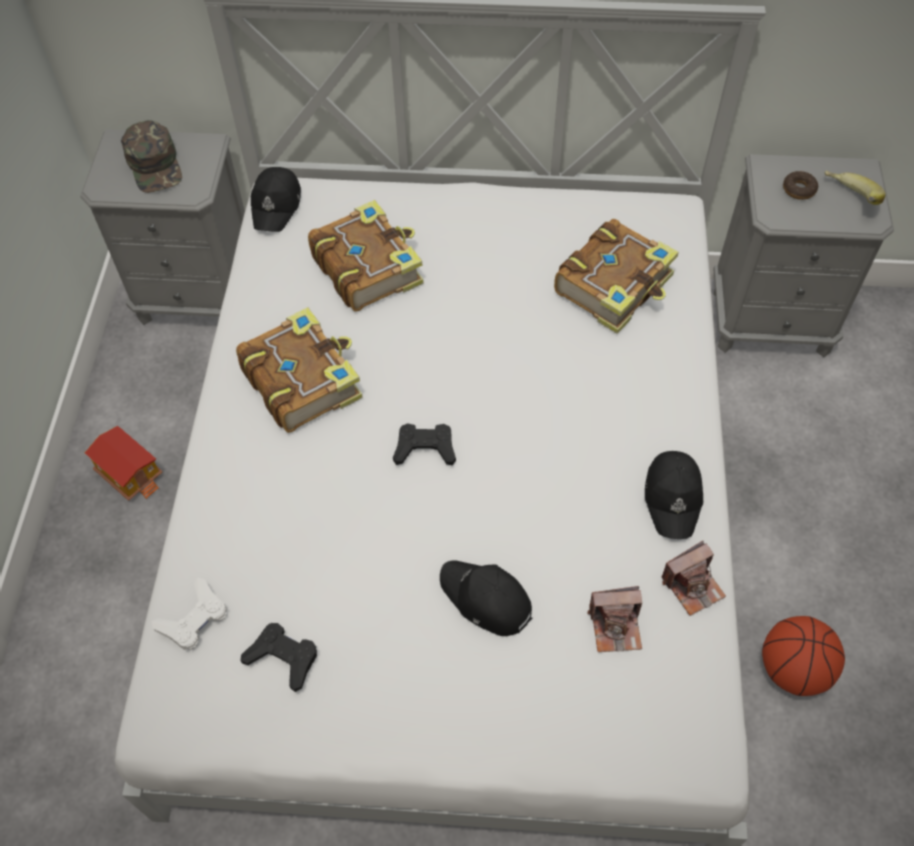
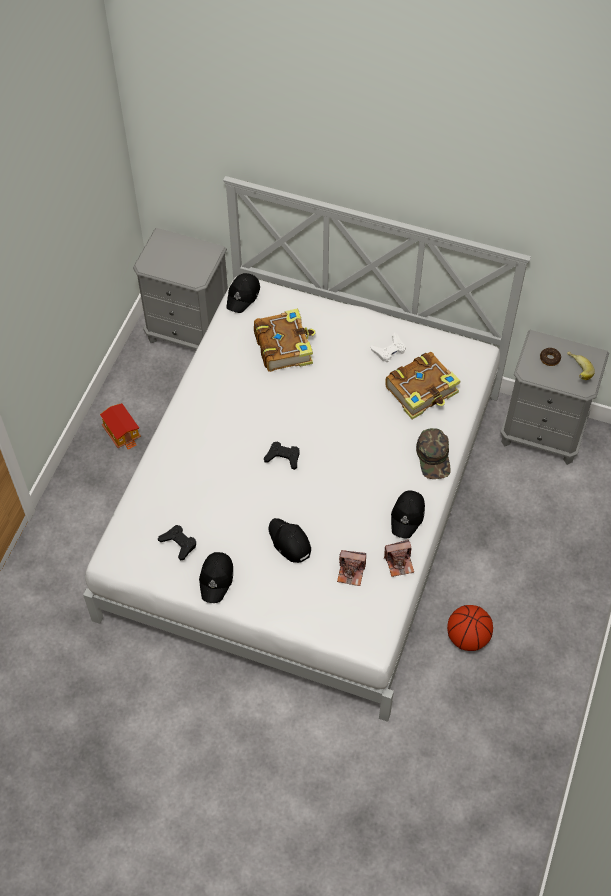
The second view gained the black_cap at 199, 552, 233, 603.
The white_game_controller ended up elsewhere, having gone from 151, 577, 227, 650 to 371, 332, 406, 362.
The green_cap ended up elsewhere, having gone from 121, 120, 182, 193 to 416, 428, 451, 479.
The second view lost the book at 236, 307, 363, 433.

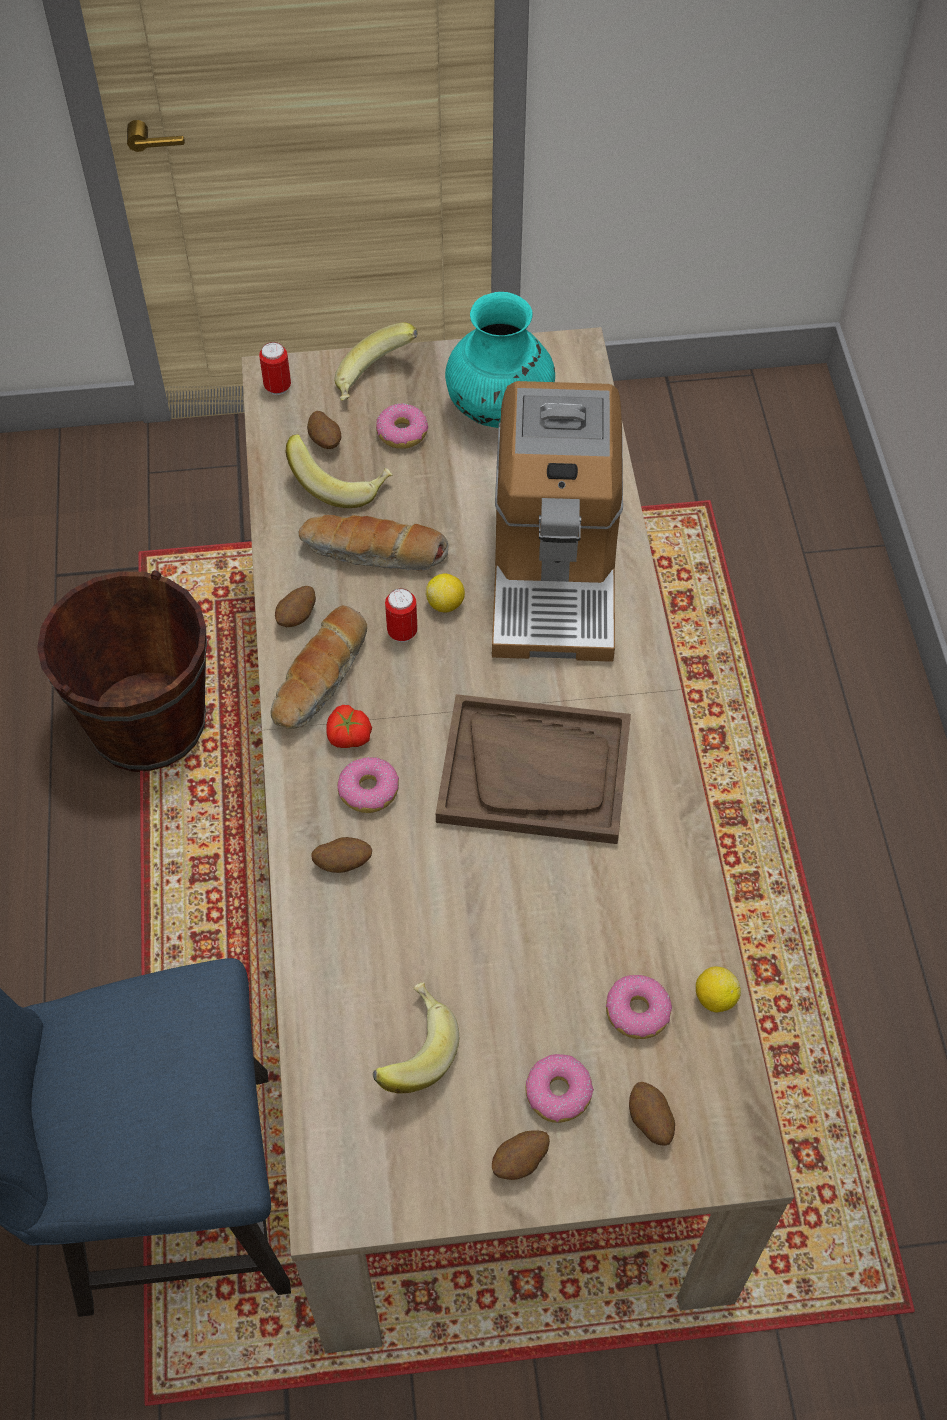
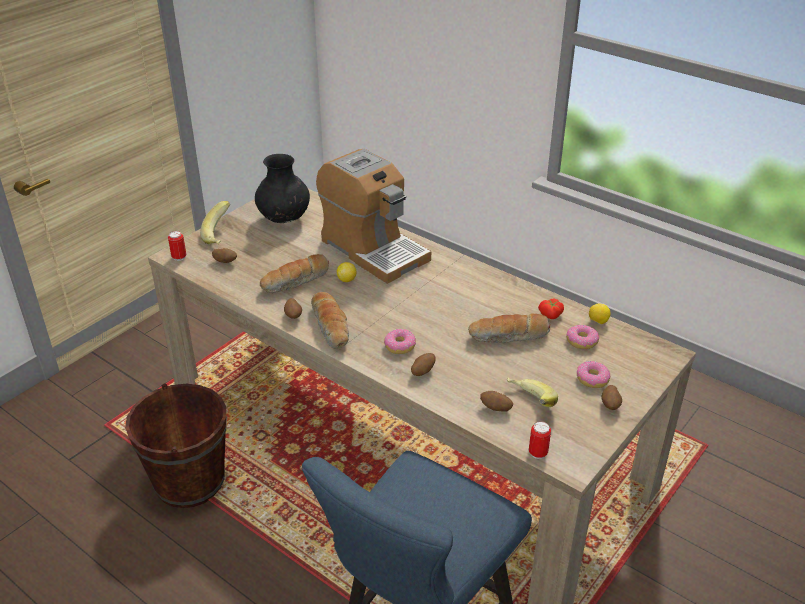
What was the turquoise_vase at 445, 292, 555, 428 turned into the black_vase at 255, 154, 310, 223.
The second view gained the bread at 468, 314, 551, 343.
The potato ended up elsewhere, having gone from 629, 1082, 675, 1146 to 480, 391, 513, 412.
The can ended up elsewhere, having gone from 385, 588, 418, 642 to 529, 421, 551, 459.
The tomato ended up elsewhere, having gone from 326, 705, 372, 748 to 538, 298, 564, 319.
The second view lost the banana at 286, 434, 393, 508.
The second view lost the donut at 376, 403, 428, 449.
The second view lost the brown_tray at 436, 694, 631, 844.

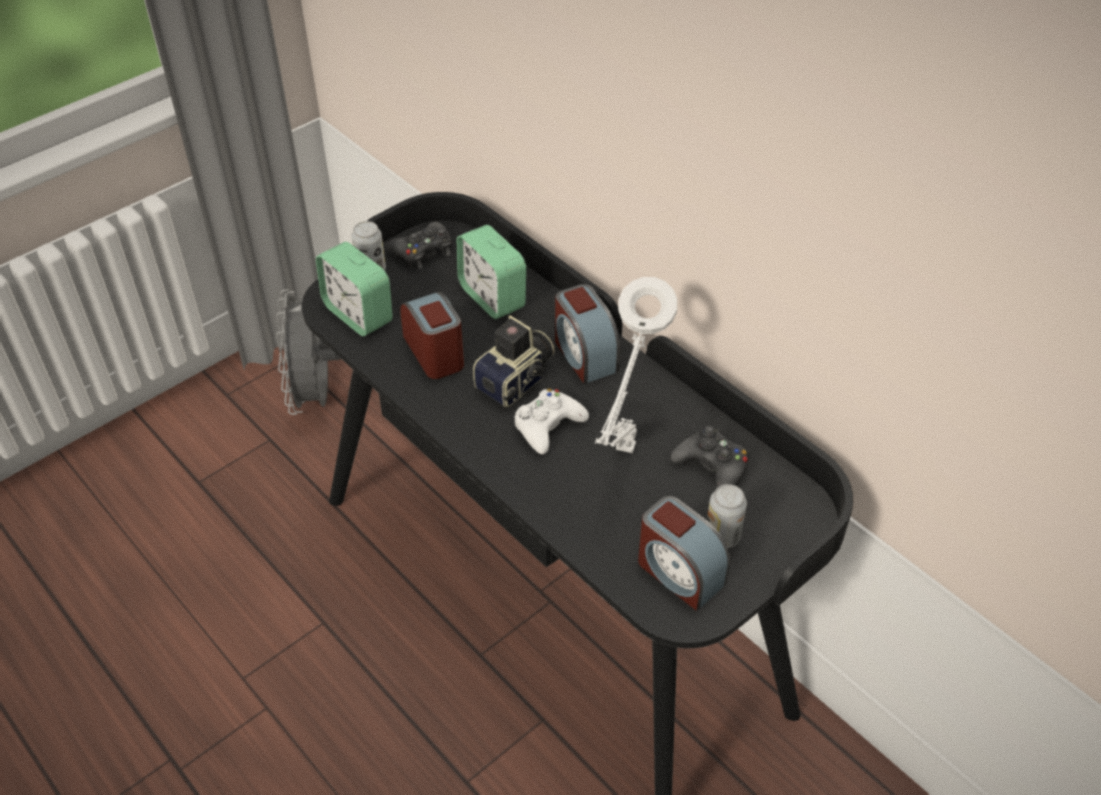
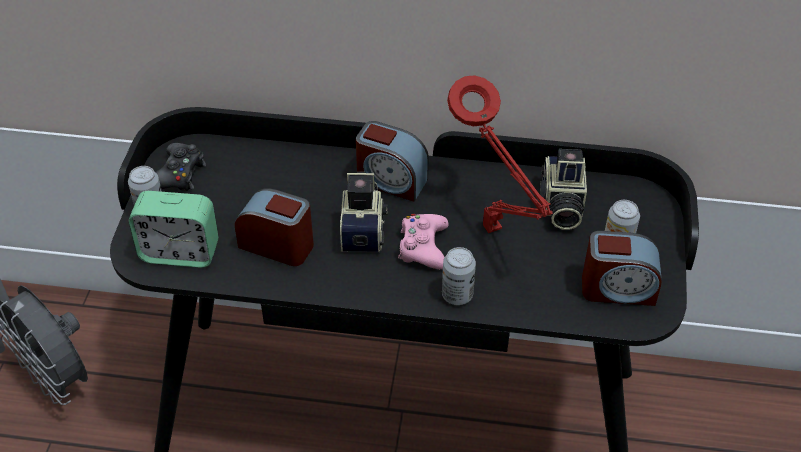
What was the white_game_controller at 515, 389, 589, 454 turned into the pink_game_controller at 398, 214, 448, 269.
The second view gained the can at 442, 247, 476, 305.
What was the white_table_lamp at 595, 277, 677, 453 turned into the red_table_lamp at 447, 75, 553, 233.
Where the black_game_controller stood at 671, 426, 749, 488, the photo_camera came to stand at 540, 149, 587, 230.
The second view lost the alarm_clock at 457, 225, 526, 319.

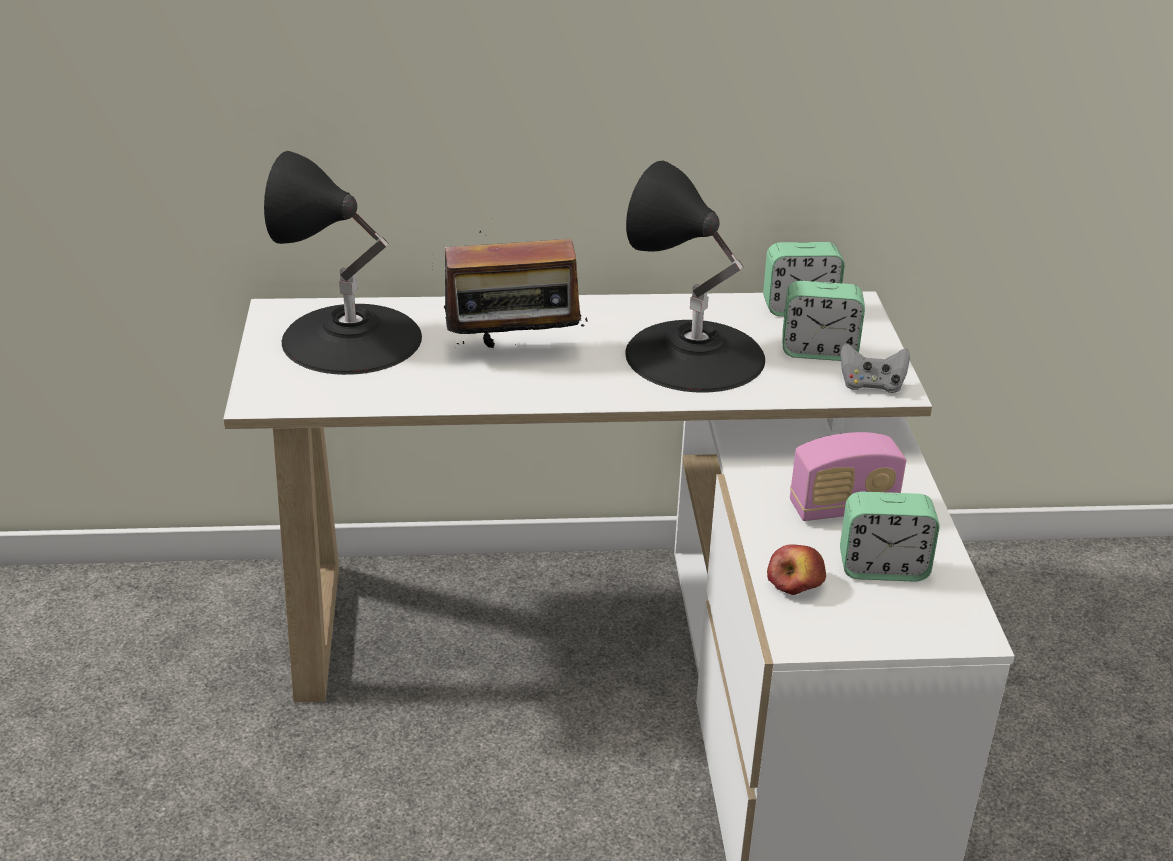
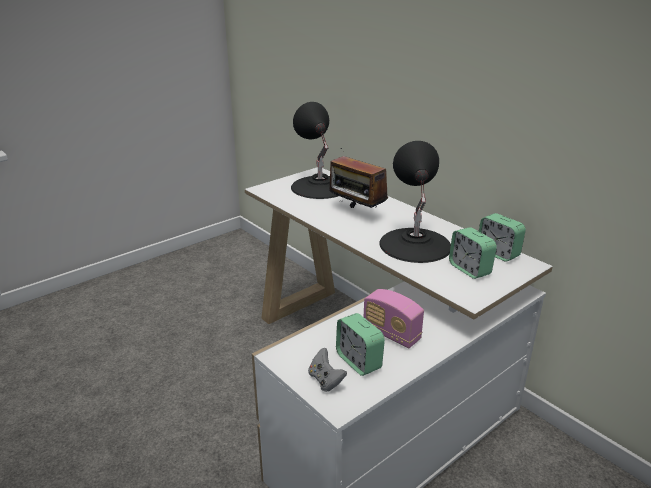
The grey_game_controller ended up elsewhere, having gone from 840, 343, 910, 393 to 308, 348, 347, 392.
The second view lost the apple at 767, 544, 826, 595.

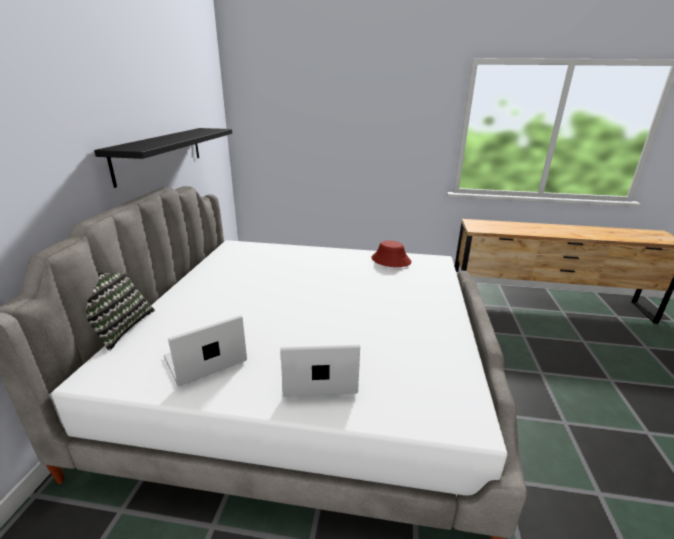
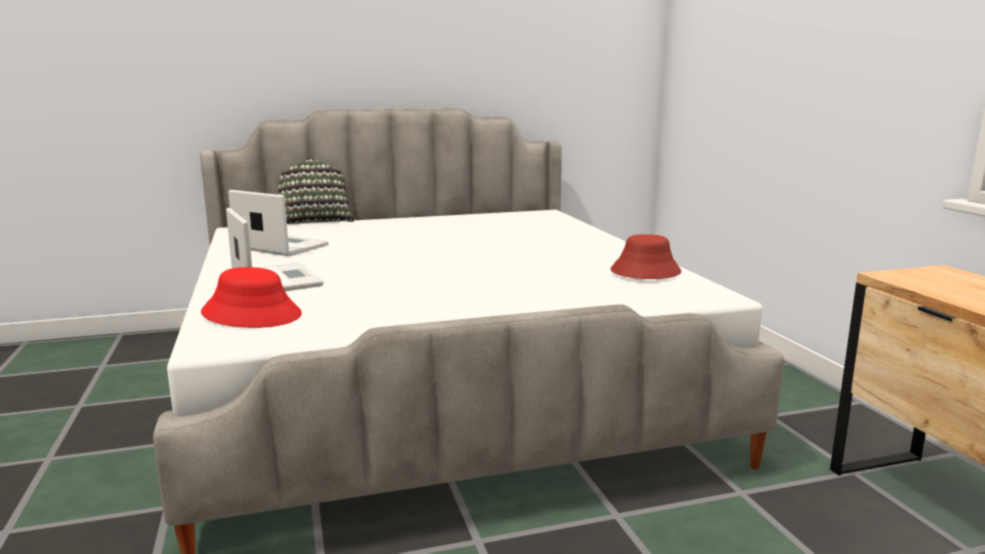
The second view gained the red_hat at 201, 267, 302, 328.
The second view lost the black_shelf at 94, 128, 232, 188.

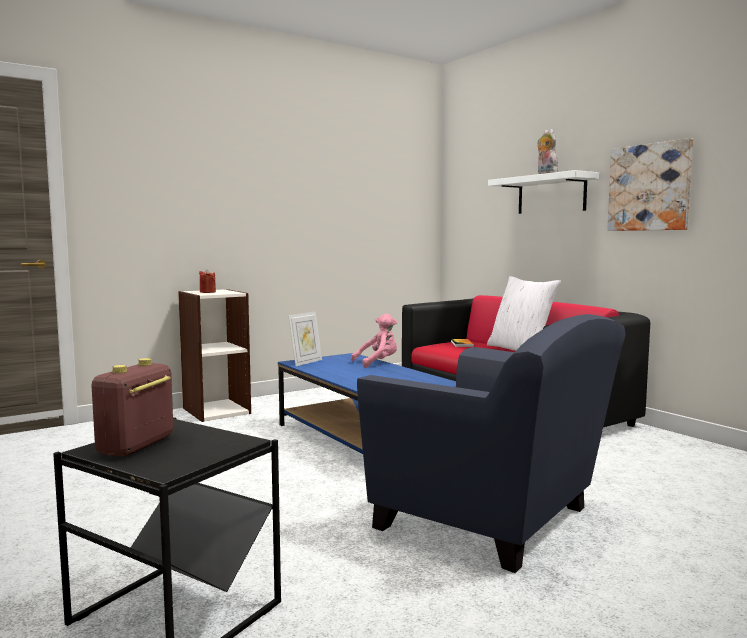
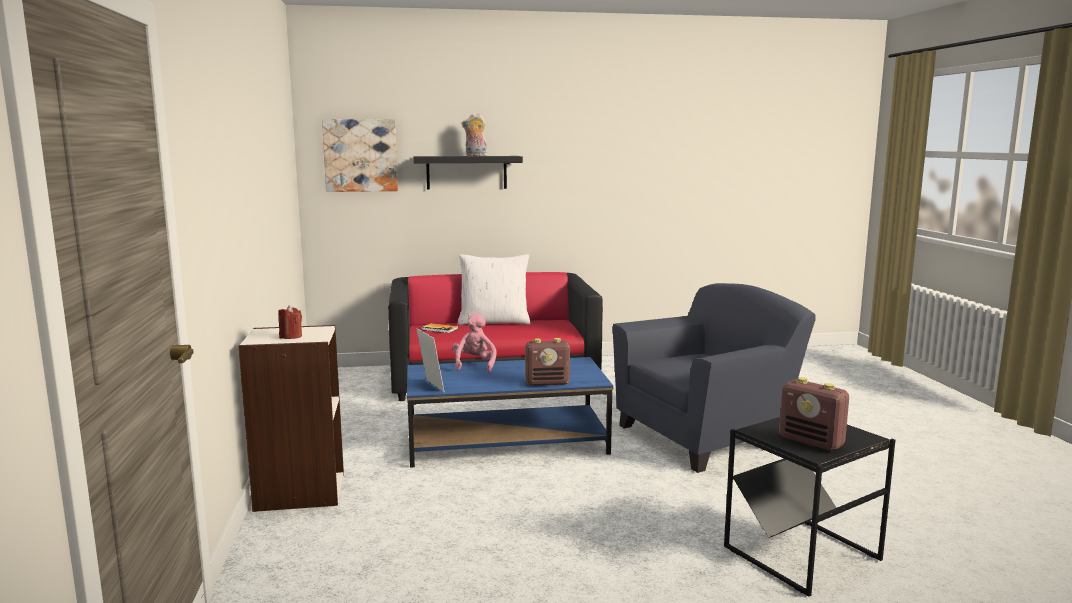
The picture ended up elsewhere, having gone from 607, 138, 693, 231 to 322, 119, 398, 192.
What was the white_shelf at 488, 170, 599, 214 turned into the black_shelf at 414, 156, 523, 189.
The second view gained the radio at 525, 338, 570, 386.

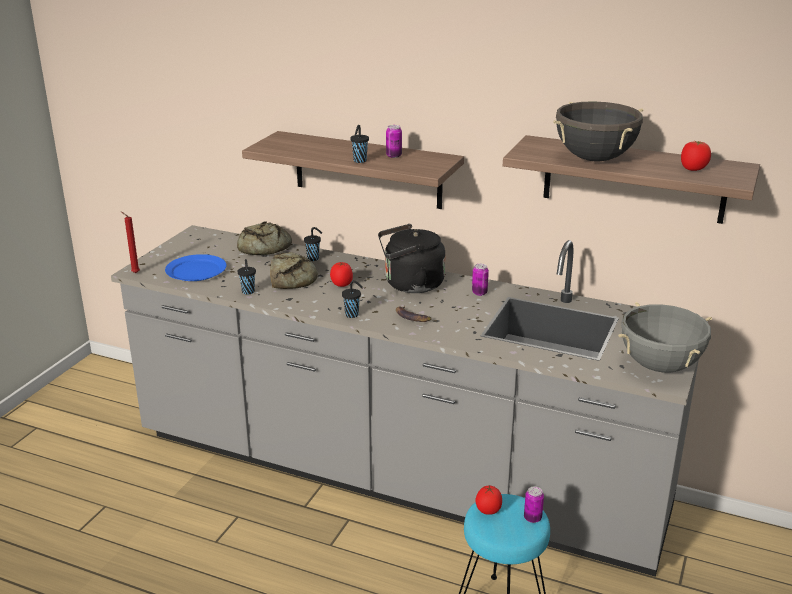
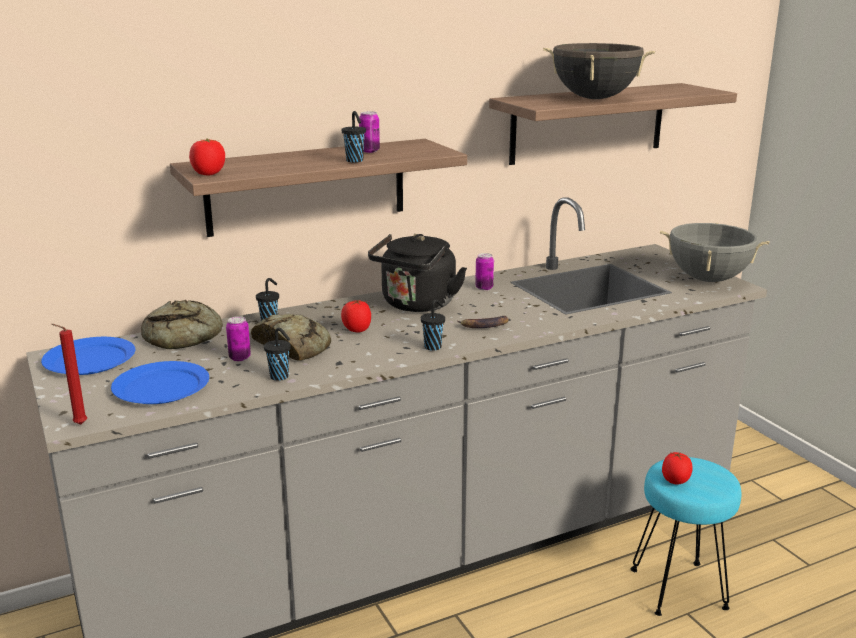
The second view gained the blue_plate at 41, 337, 135, 375.
The tomato ended up elsewhere, having gone from 681, 141, 711, 171 to 189, 138, 225, 176.
The can ended up elsewhere, having gone from 524, 486, 544, 523 to 226, 316, 251, 361.

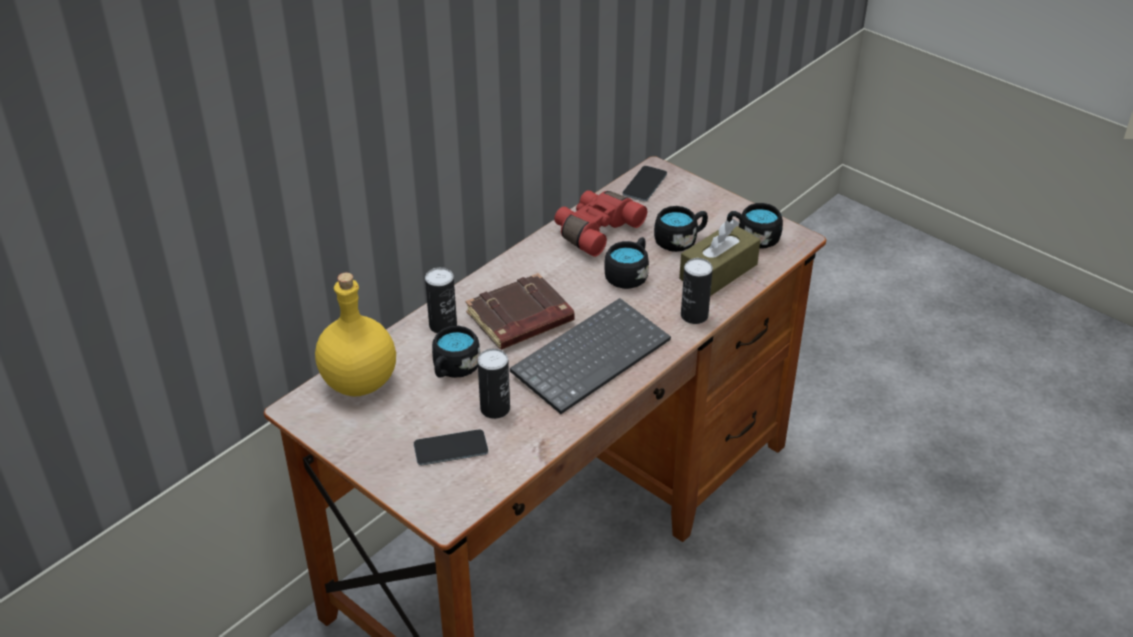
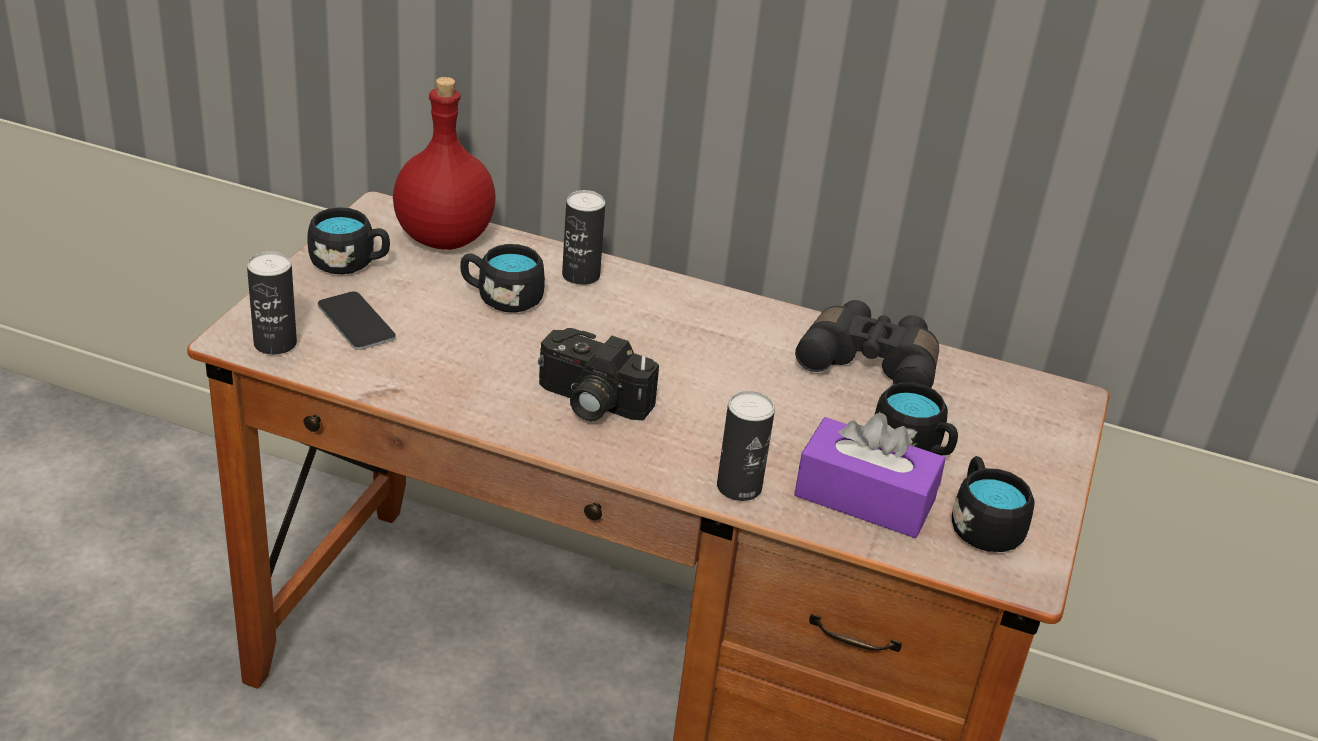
The can ended up elsewhere, having gone from 477, 348, 510, 419 to 247, 251, 297, 355.
The black_mug ended up elsewhere, having gone from 604, 237, 649, 289 to 307, 207, 390, 274.
What was the yellow_bottle at 315, 273, 396, 396 turned into the red_bottle at 393, 77, 496, 250.
Where the keyboard stood at 510, 298, 671, 414, the photo_camera came to stand at 538, 328, 659, 421.
What was the brown_tissue_box at 679, 219, 760, 296 turned into the purple_tissue_box at 794, 413, 946, 538.
What was the red_binoculars at 554, 190, 647, 257 turned into the black_binoculars at 795, 300, 939, 388.
The second view lost the brown_book at 466, 273, 575, 350.
The second view lost the phone at 623, 166, 667, 201.

